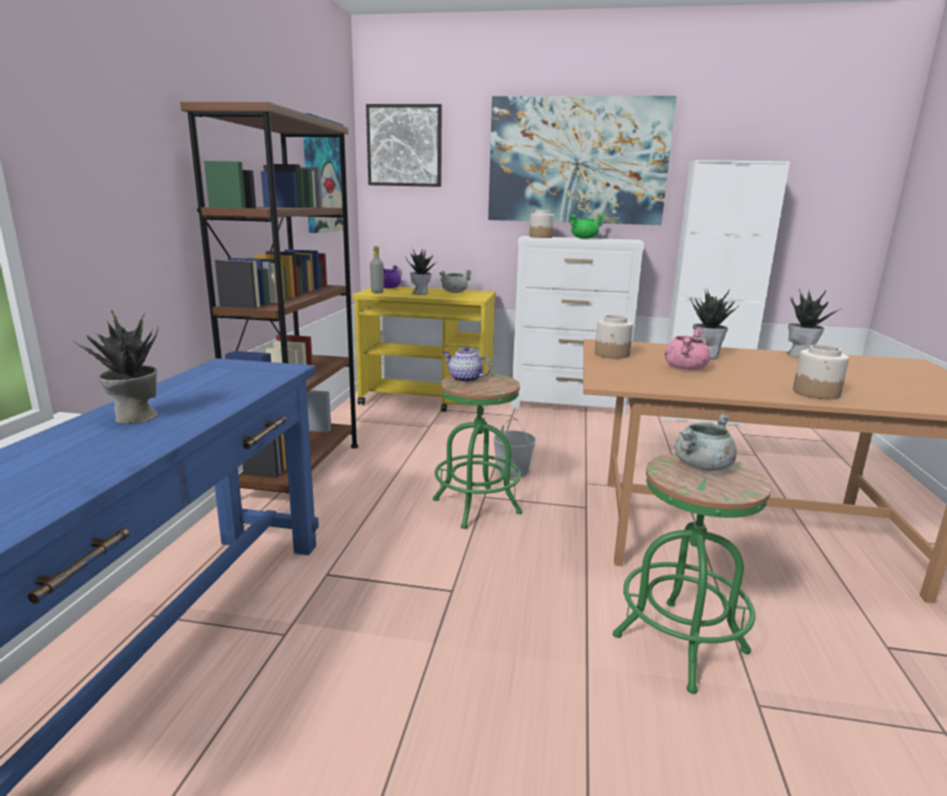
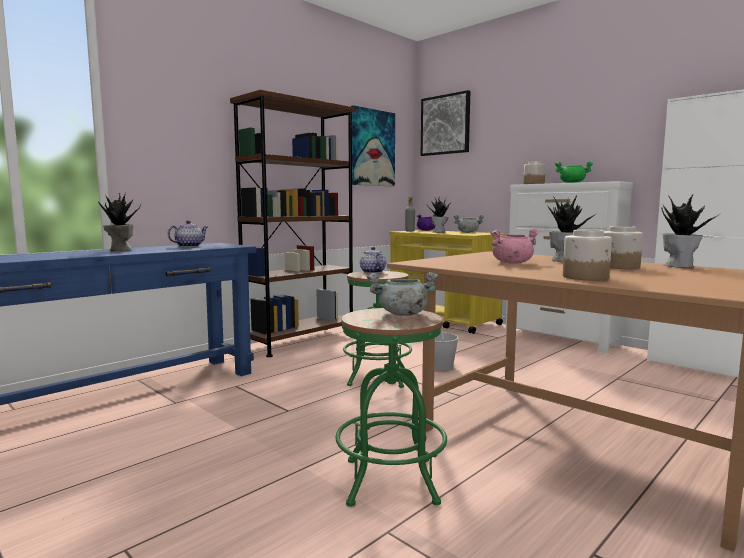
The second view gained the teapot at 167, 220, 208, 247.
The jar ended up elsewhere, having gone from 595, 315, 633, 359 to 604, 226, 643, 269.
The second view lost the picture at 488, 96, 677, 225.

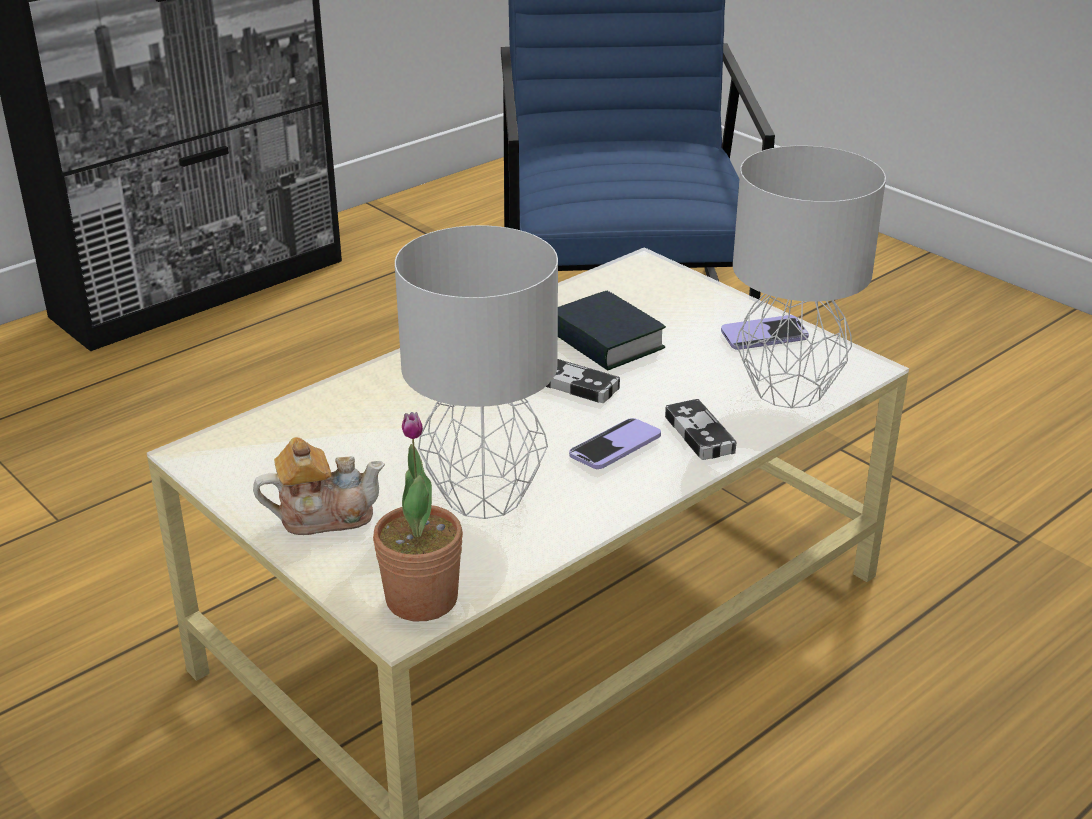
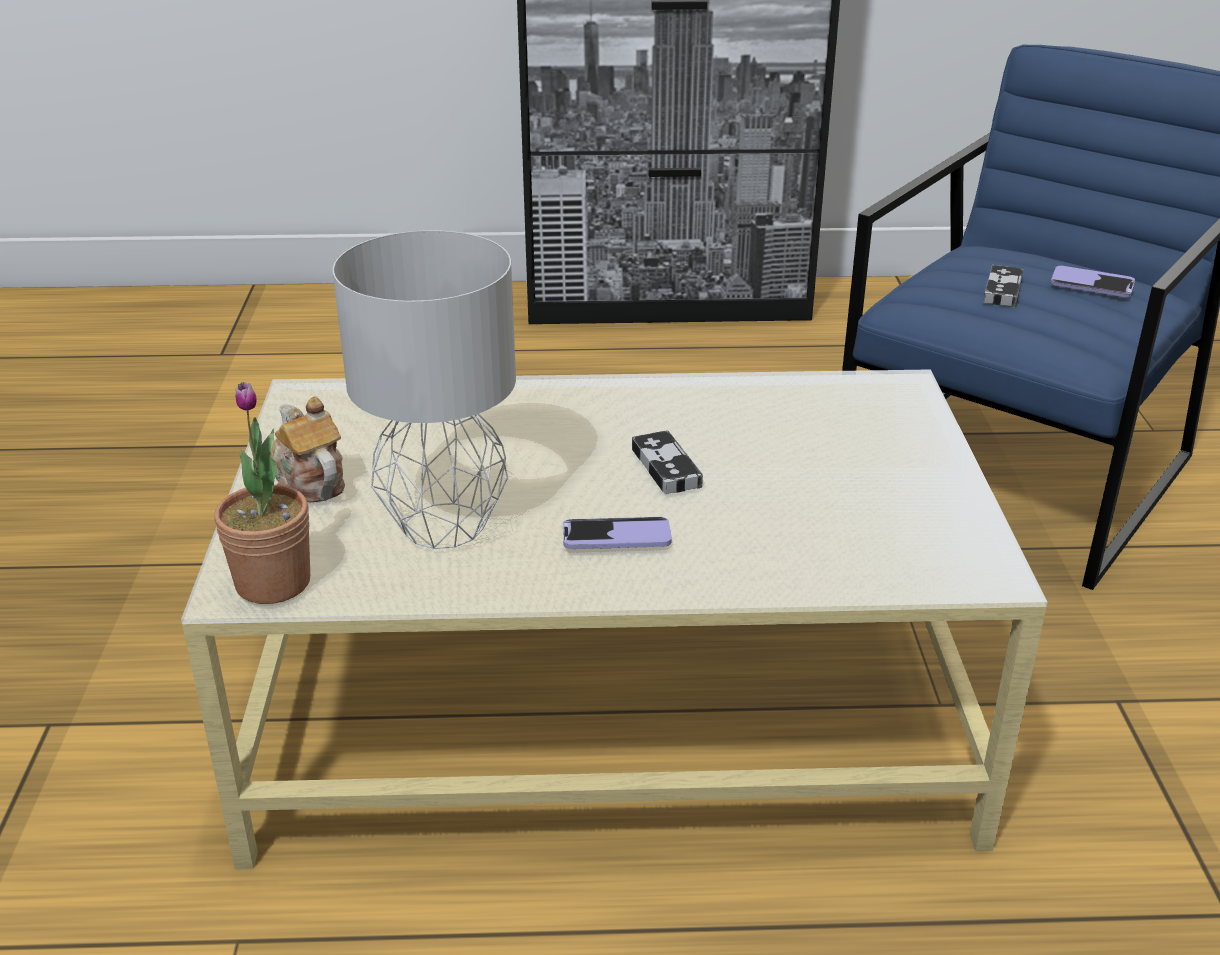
The teapot at 253, 437, 385, 535 ended up facing another way, 150 degrees counterclockwise from before.
The game_controller ended up elsewhere, having gone from 665, 399, 737, 460 to 984, 265, 1024, 307.
The phone ended up elsewhere, having gone from 721, 315, 809, 350 to 1051, 266, 1135, 297.
The second view lost the book at 558, 291, 666, 371.
The second view lost the grey_table_lamp at 733, 146, 886, 408.

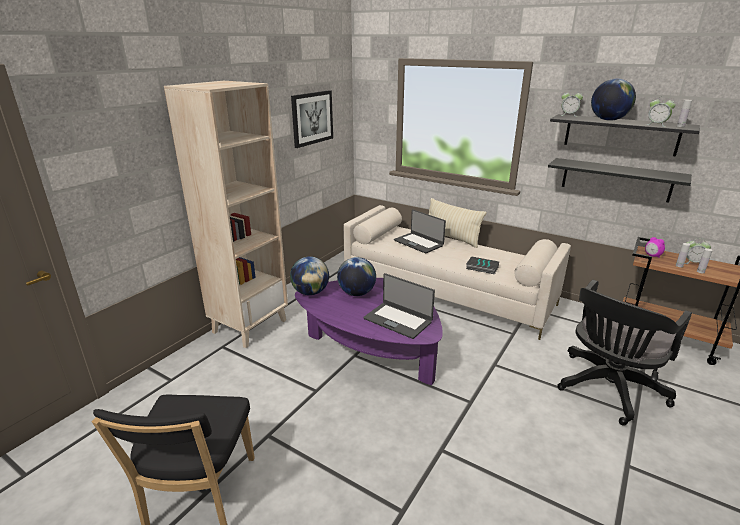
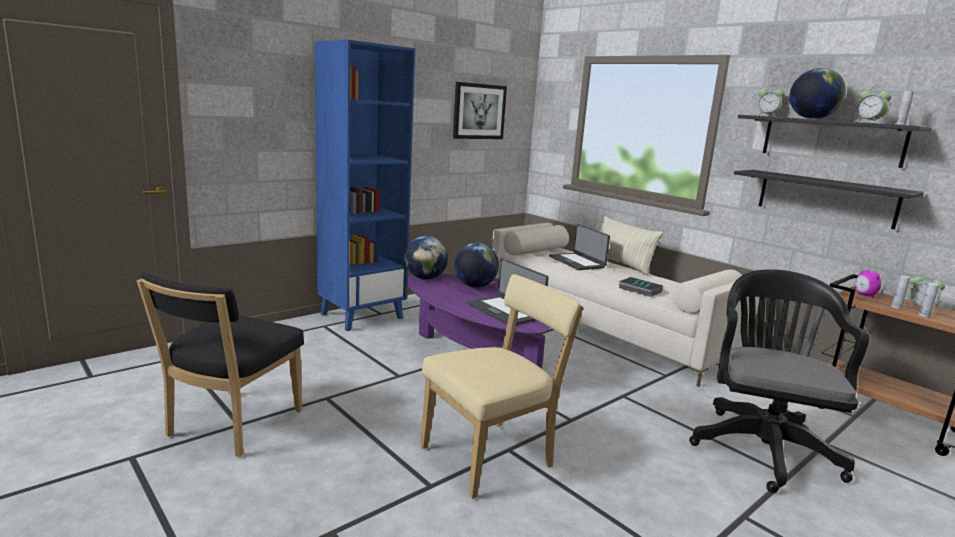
What was the beige_bookcase at 164, 81, 288, 348 turned into the blue_bookcase at 315, 40, 415, 331.
The second view gained the beige_chair at 421, 274, 583, 499.
The black_office_chair at 557, 280, 692, 426 ended up facing another way, 135 degrees clockwise from before.

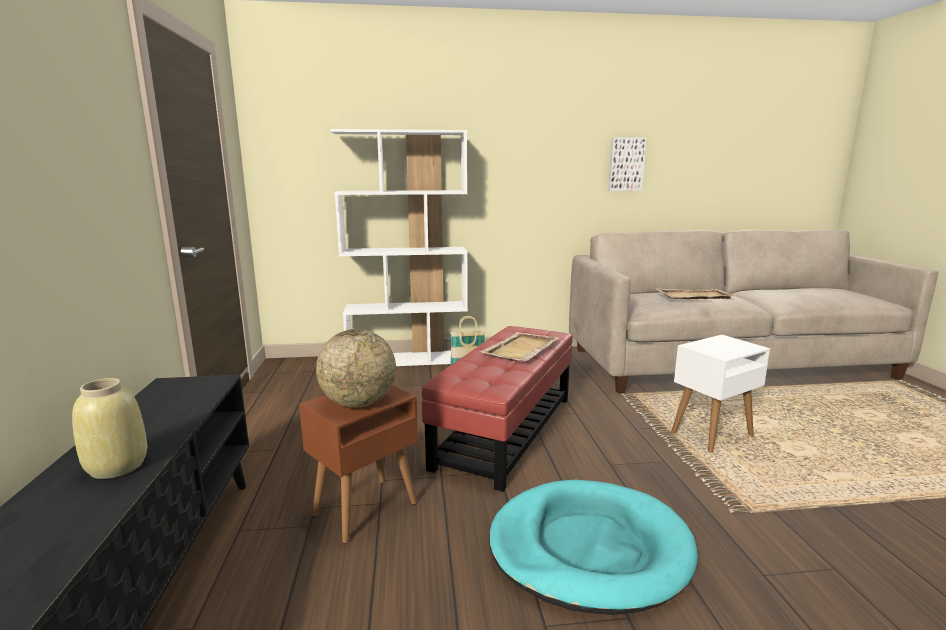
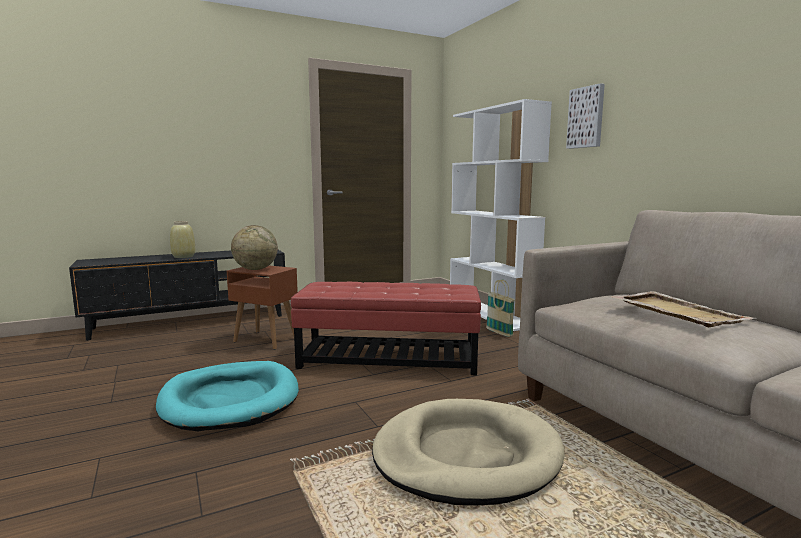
Where the white_side_table stood at 671, 335, 770, 453, the beige_dog_bed came to stand at 372, 399, 565, 505.
The picture ended up elsewhere, having gone from 608, 137, 646, 191 to 566, 83, 605, 149.
The second view lost the beige_tray at 480, 332, 560, 362.

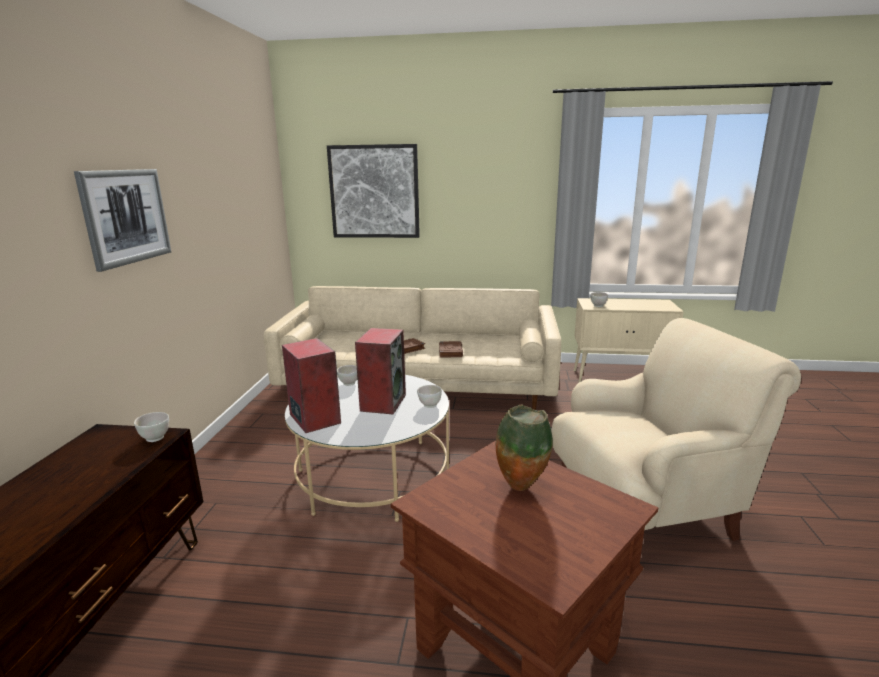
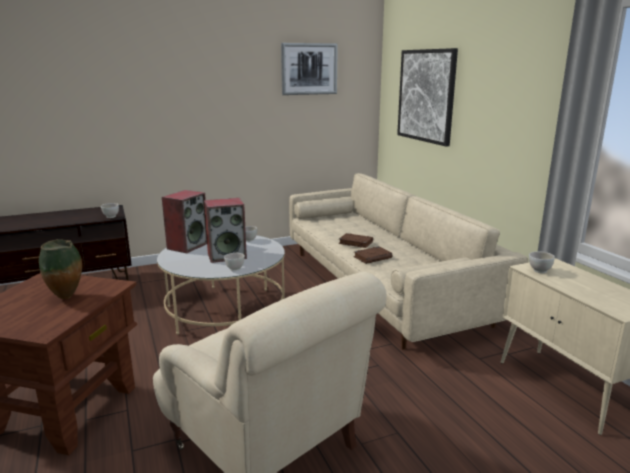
The picture ended up elsewhere, having gone from 74, 169, 171, 272 to 281, 43, 338, 95.

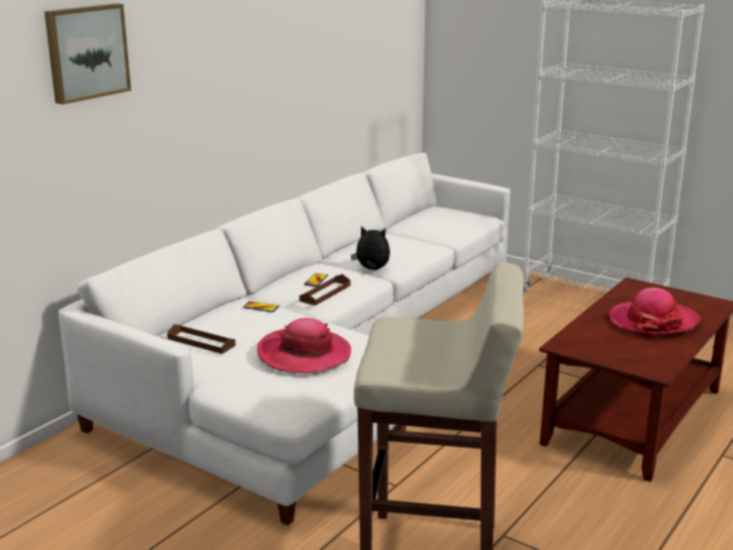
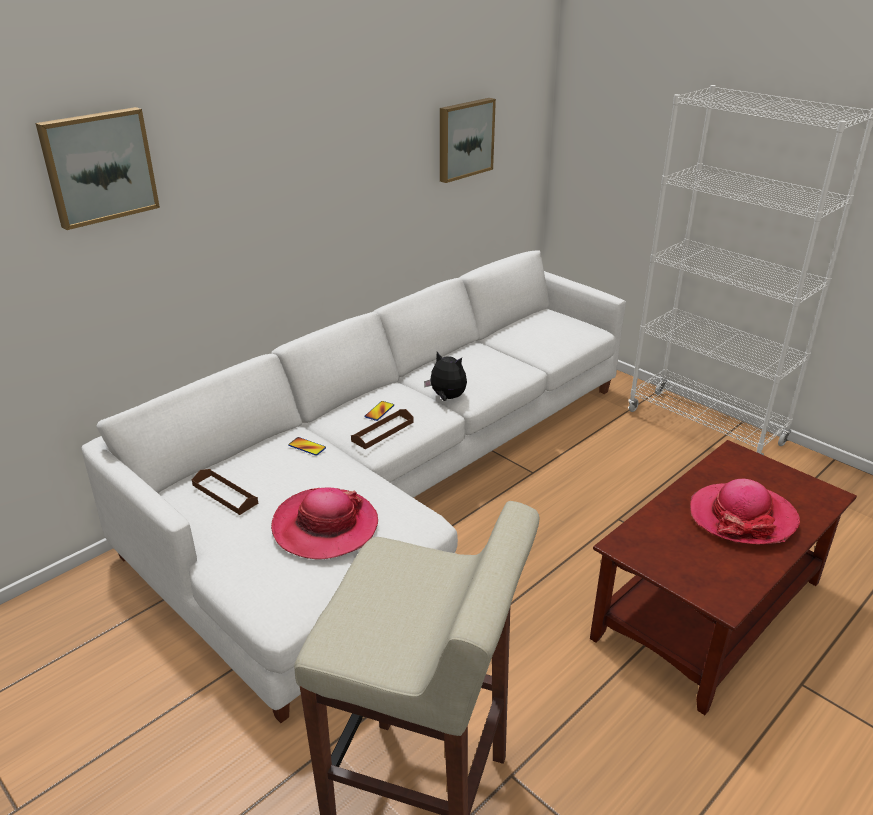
The second view gained the picture at 440, 98, 496, 183.

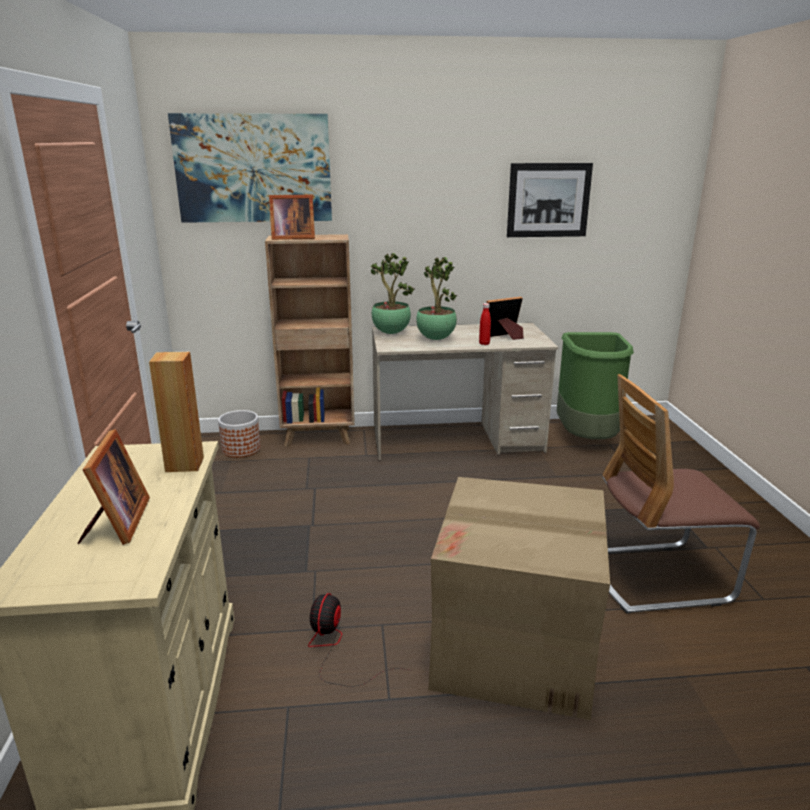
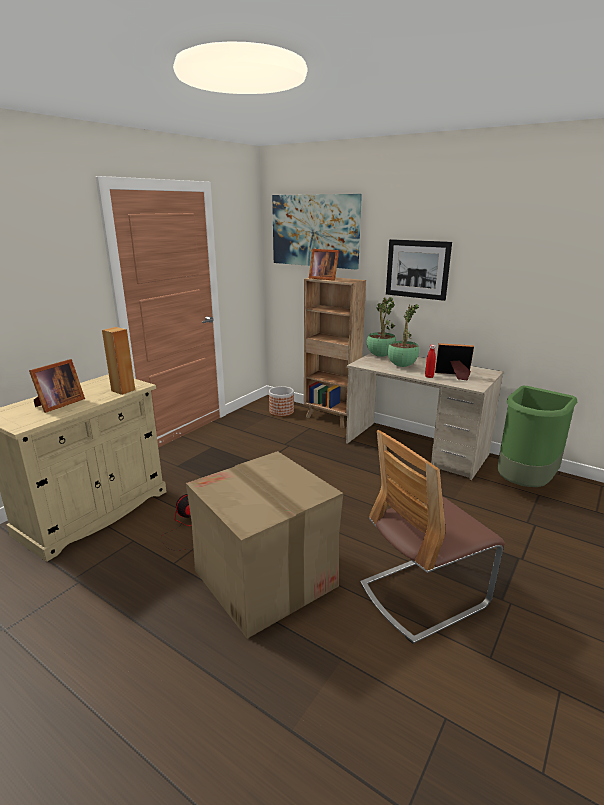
The chair at 602, 374, 760, 614 ended up facing another way, 60 degrees counterclockwise from before.
The picture ended up elsewhere, having gone from 507, 163, 593, 237 to 386, 239, 452, 301.

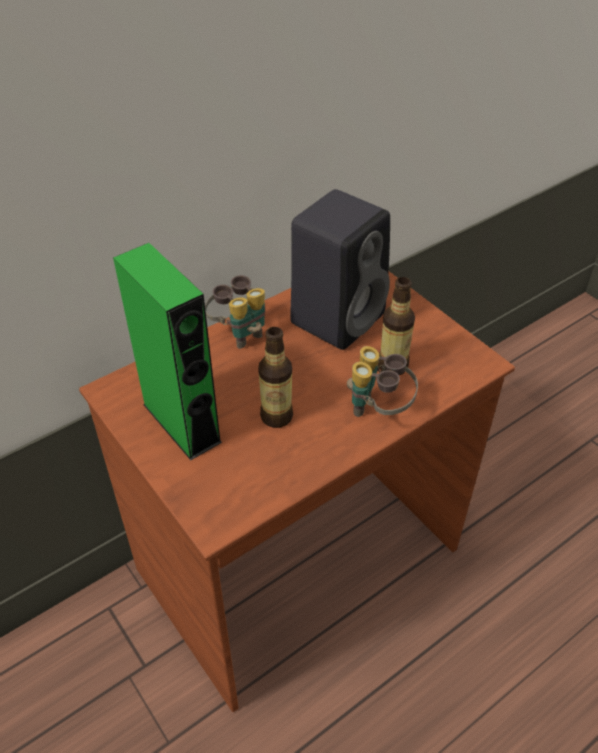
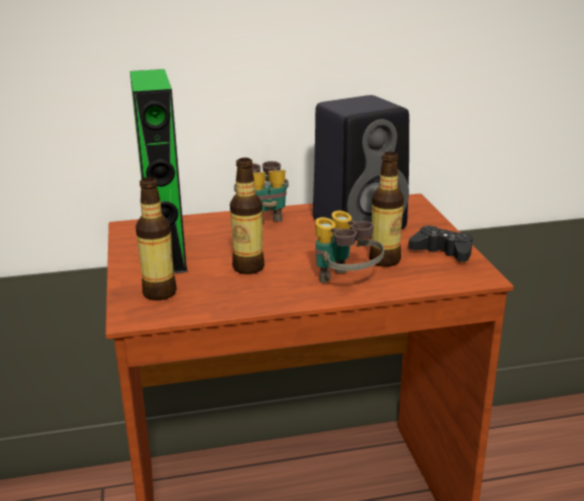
The second view gained the bottle at 136, 177, 177, 301.
The second view gained the black_game_controller at 408, 226, 473, 262.

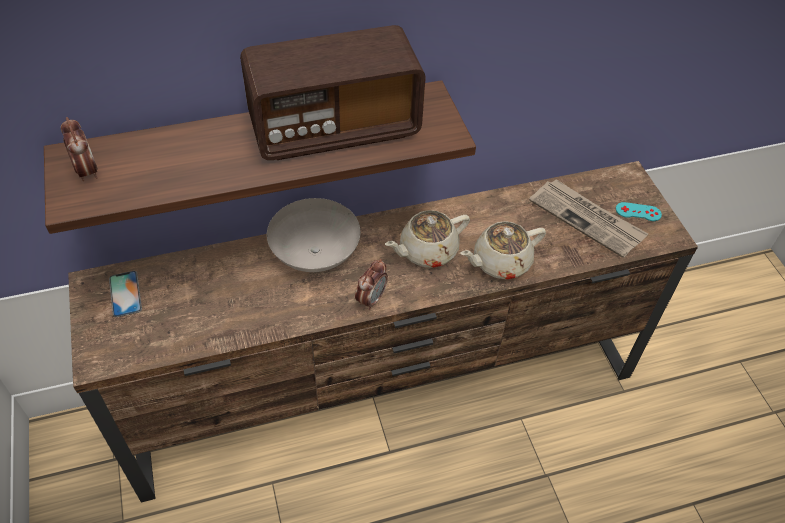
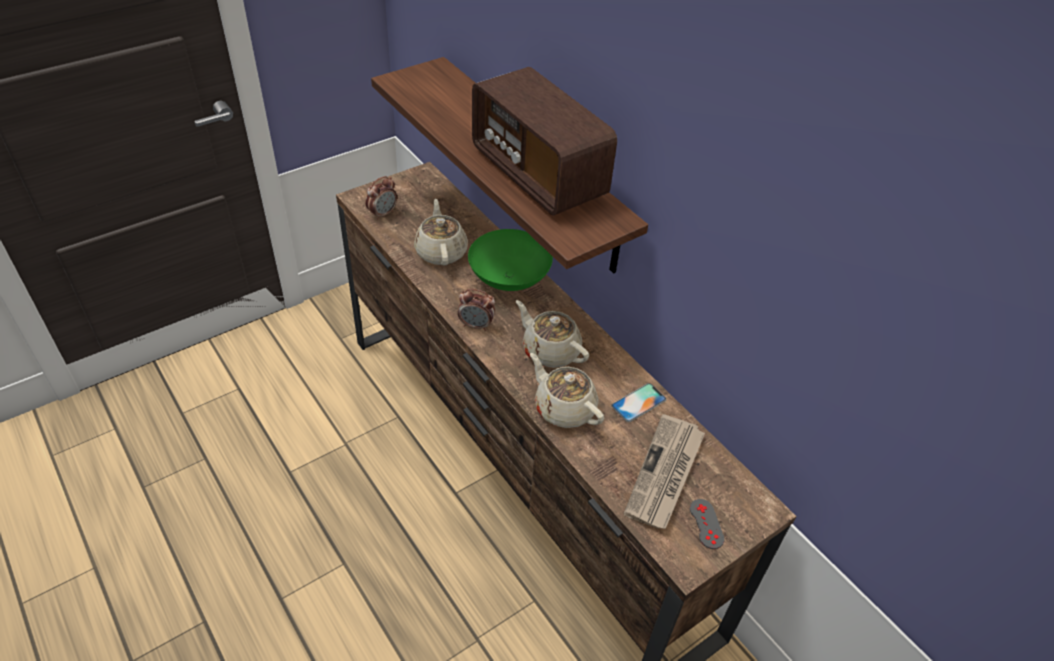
The alarm_clock ended up elsewhere, having gone from 61, 117, 98, 181 to 365, 176, 397, 220.
The second view gained the beige_teapot at 414, 199, 468, 265.
What was the white_bowl at 267, 198, 360, 272 turned into the green_bowl at 468, 229, 553, 291.
The phone ended up elsewhere, having gone from 109, 271, 142, 317 to 611, 383, 667, 422.
What was the turquoise_game_controller at 616, 202, 662, 221 turned into the grey_game_controller at 690, 499, 724, 549.

